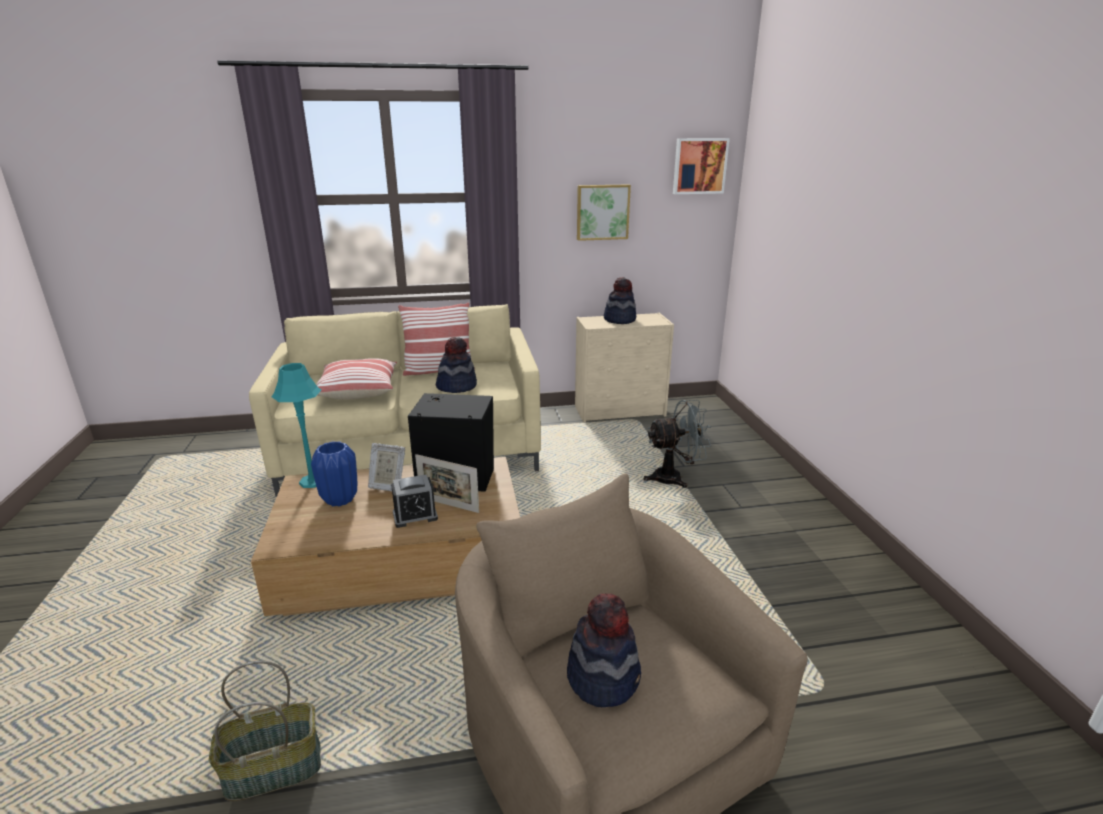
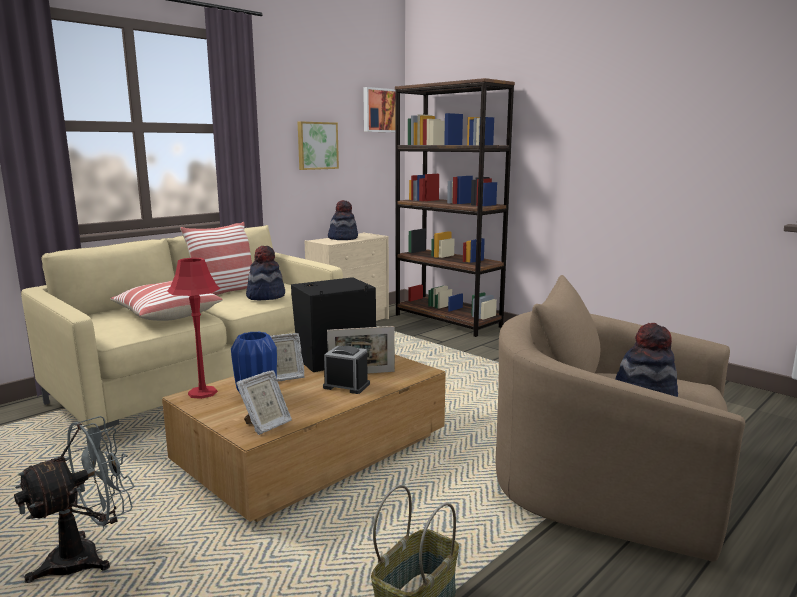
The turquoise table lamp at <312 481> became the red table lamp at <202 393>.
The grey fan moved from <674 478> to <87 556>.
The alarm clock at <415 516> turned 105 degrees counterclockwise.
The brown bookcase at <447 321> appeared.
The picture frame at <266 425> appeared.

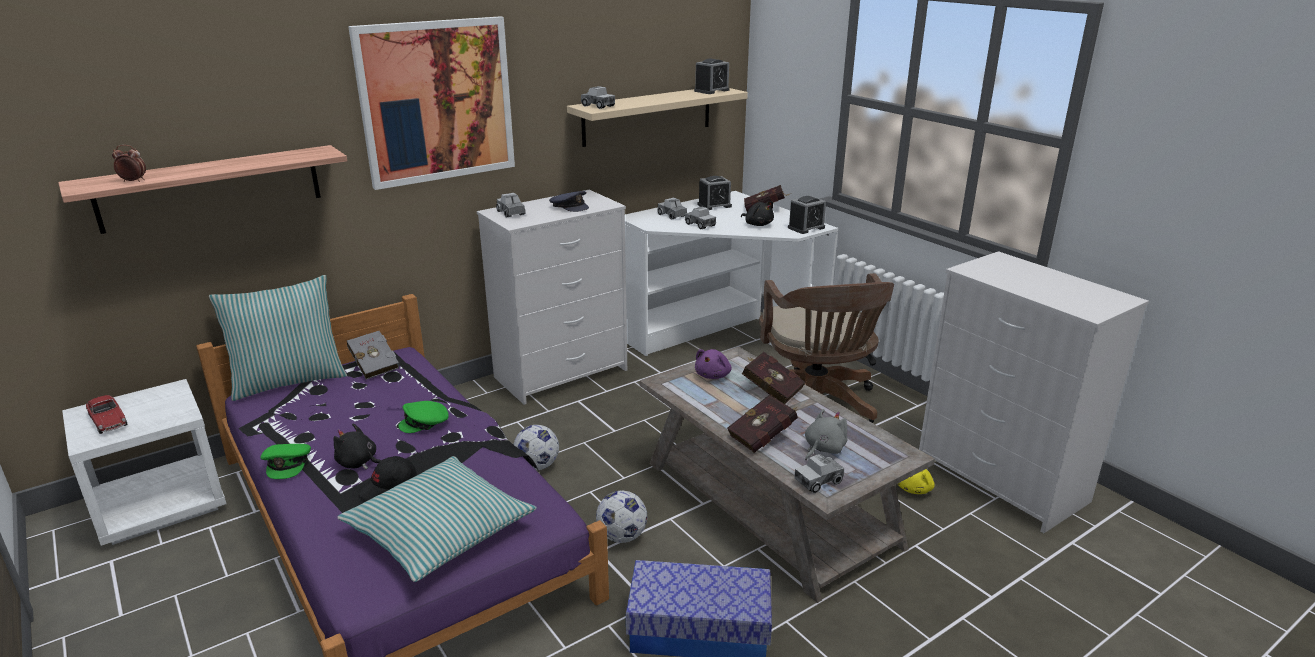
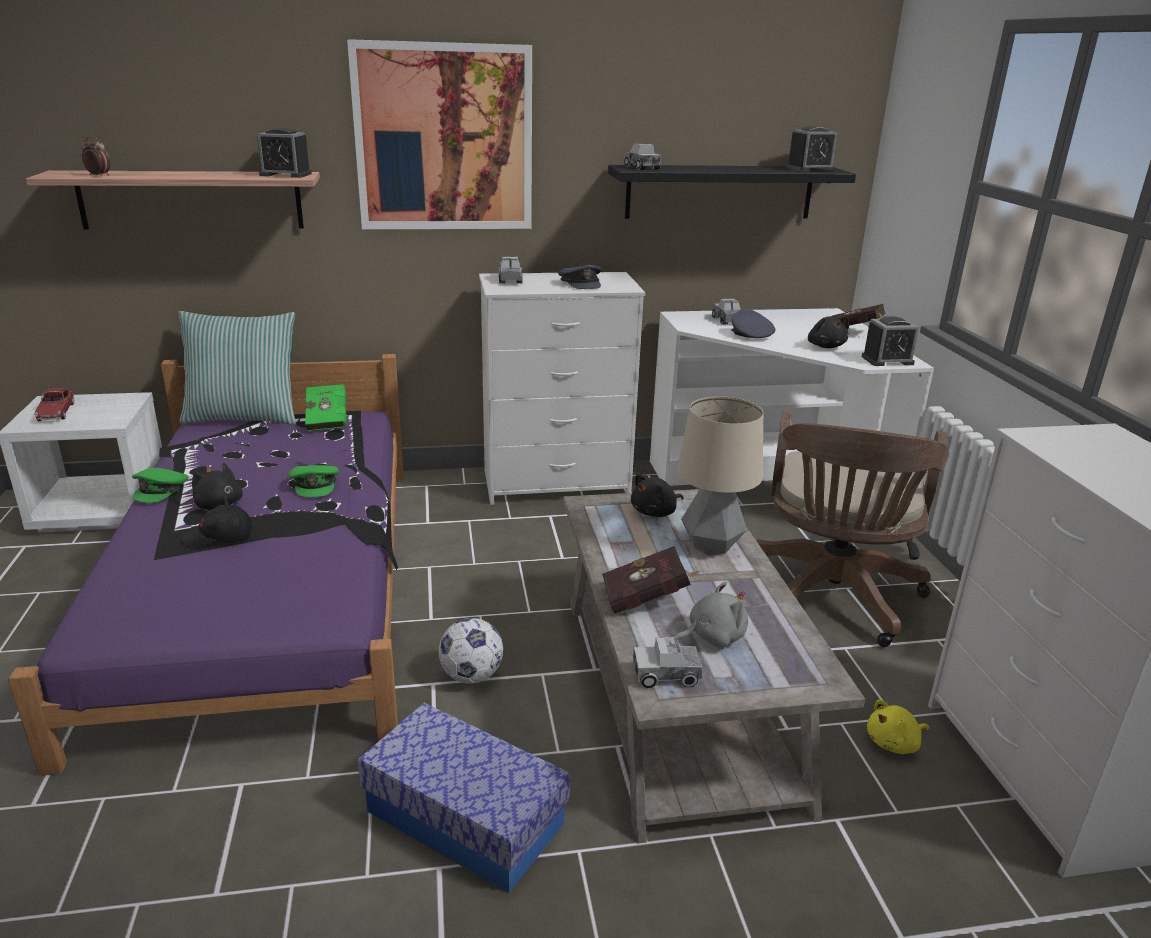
The beige shelf at <647 115> became the black shelf at <719 192>.
The alarm clock moved from <714 205> to <285 174>.
The toy truck at <700 225> was replaced by the grey cap at <750 335>.
The grey book at <374 366> became the green book at <328 420>.
The purple plush toy at <713 375> became the black plush toy at <655 512>.
The red book at <770 390> was replaced by the table lamp at <711 547>.
The green cap at <425 423> turned 105 degrees counterclockwise.
The football at <537 465> disappeared.
The pillow at <439 530> disappeared.

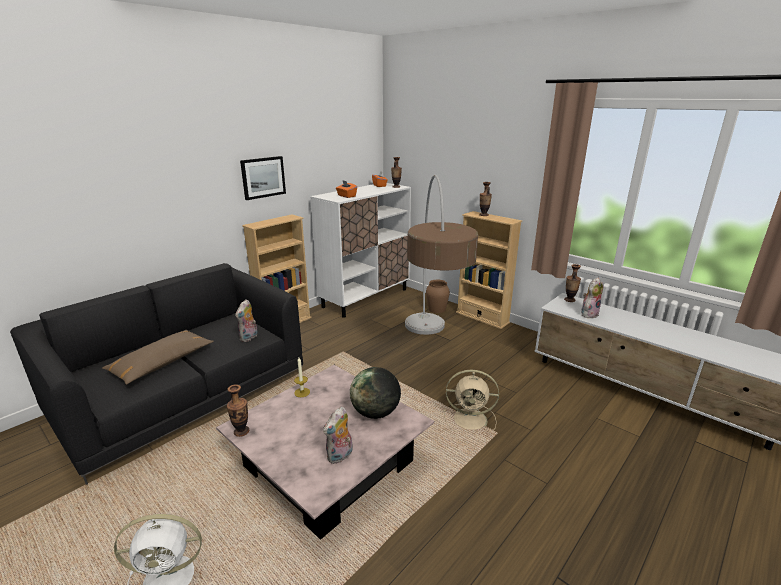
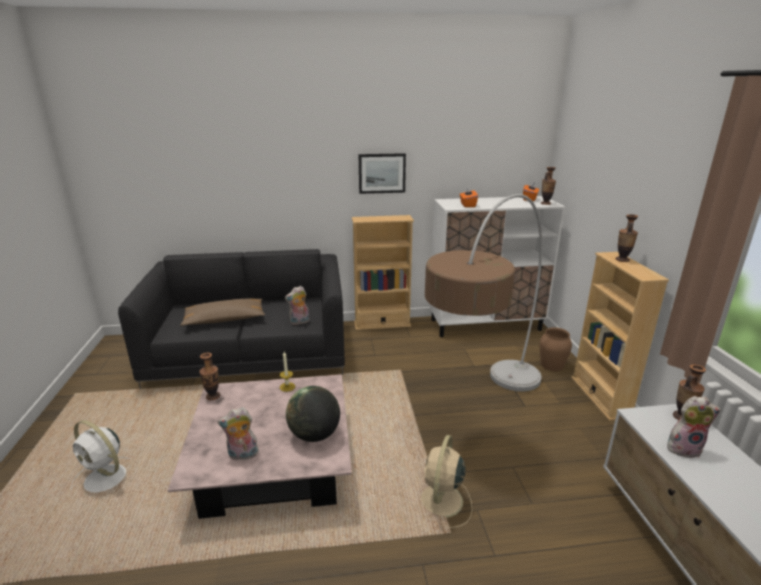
The beige fan at <471 419> turned 60 degrees clockwise.

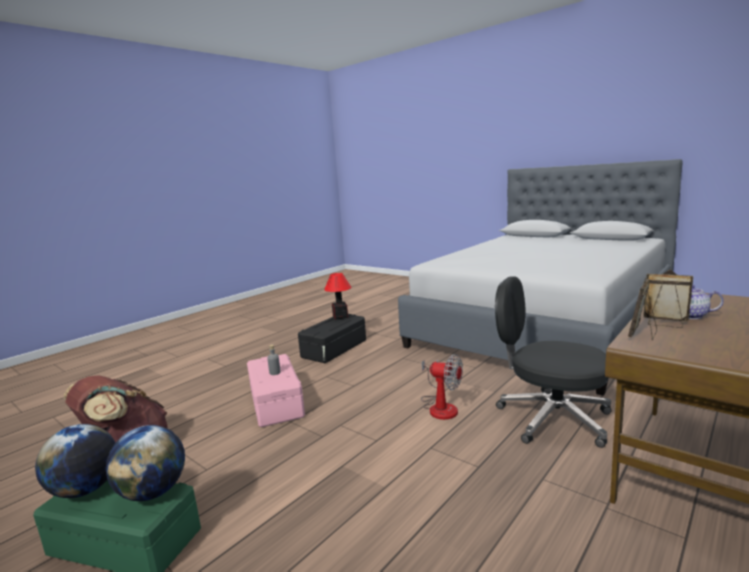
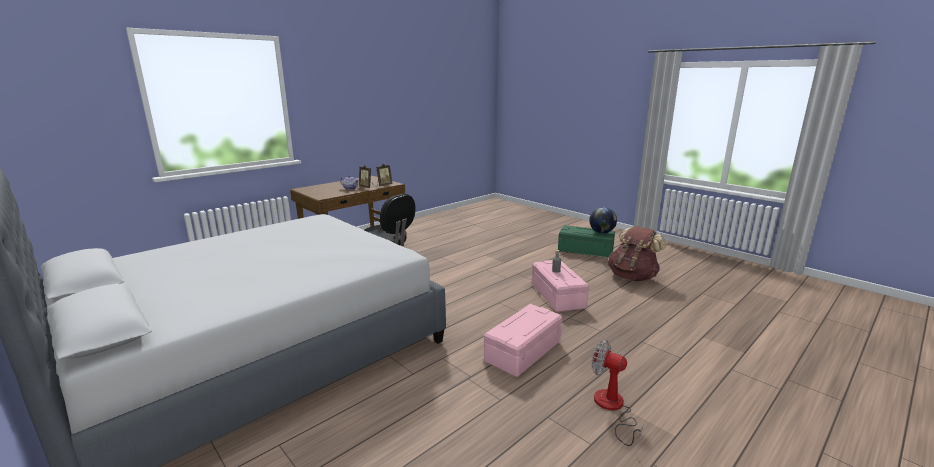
The table lamp at <340 316> disappeared.
The black storage box at <334 349> became the pink storage box at <522 351>.
The fan moved from <440 406> to <612 408>.
The globe at <153 492> disappeared.

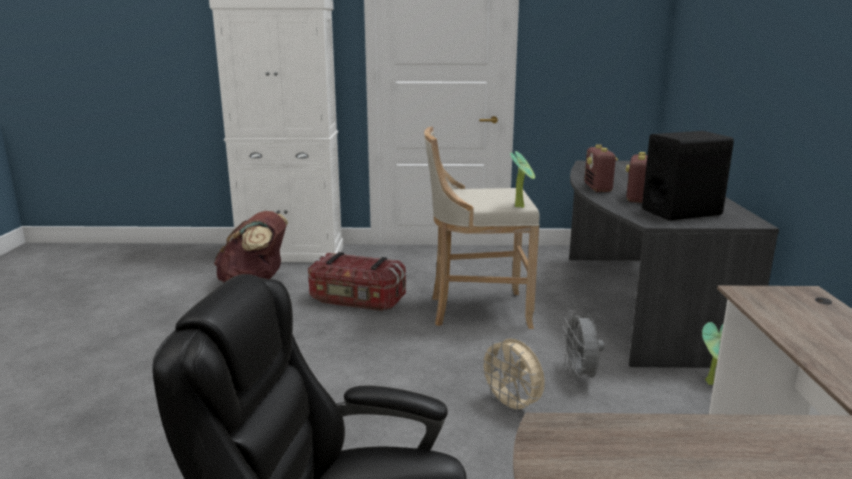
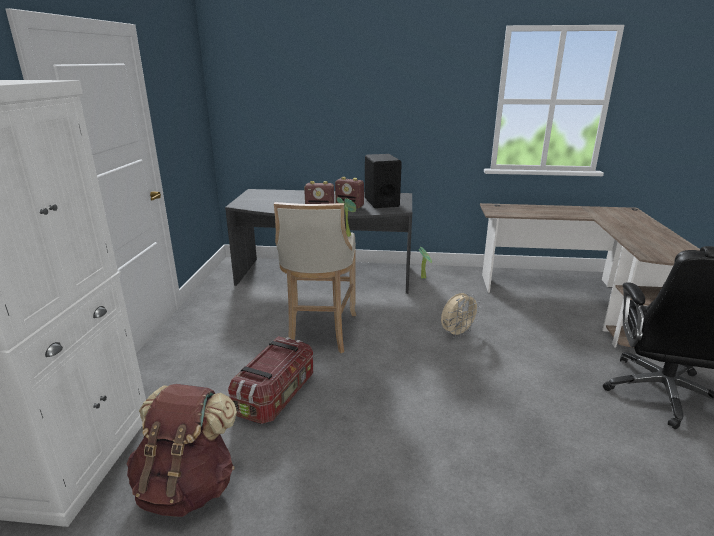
The grey fan at <579 377> disappeared.

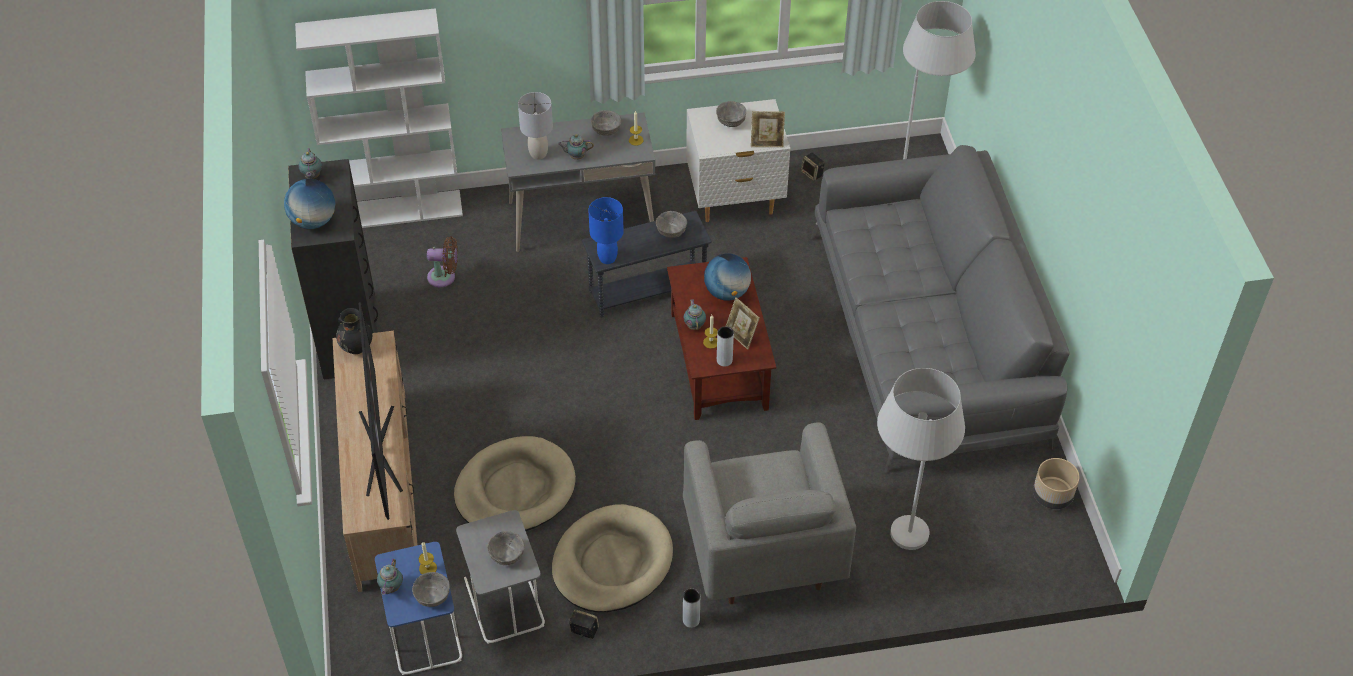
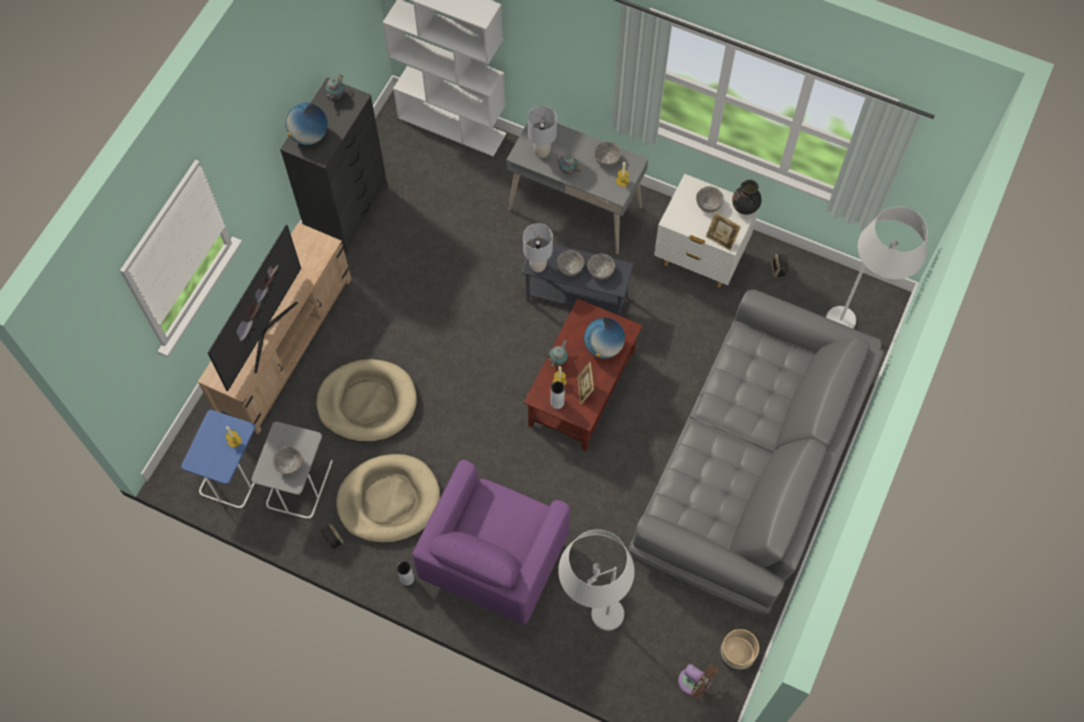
The blue table lamp at <607 258> became the grey table lamp at <537 266>.
The brown fan moved from <444 277> to <694 683>.
The black vase moved from <357 347> to <745 207>.
The grey armchair at <763 552> became the purple armchair at <494 560>.
The teapot at <391 588> disappeared.
The grey bowl moved from <432 597> to <569 268>.

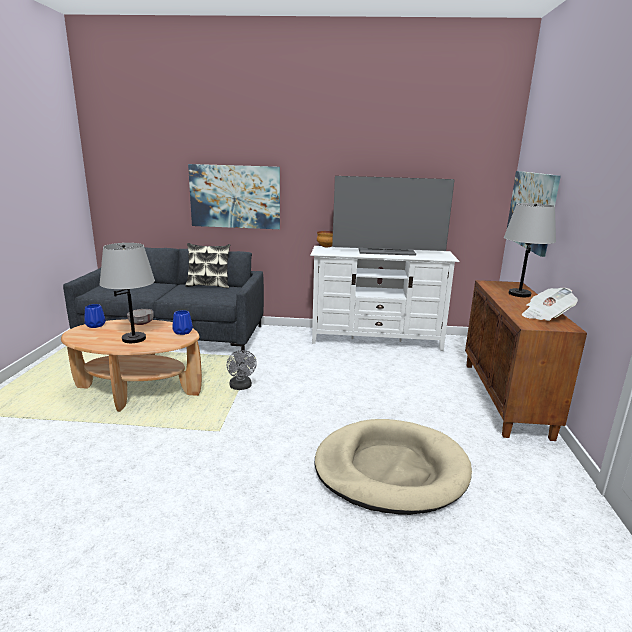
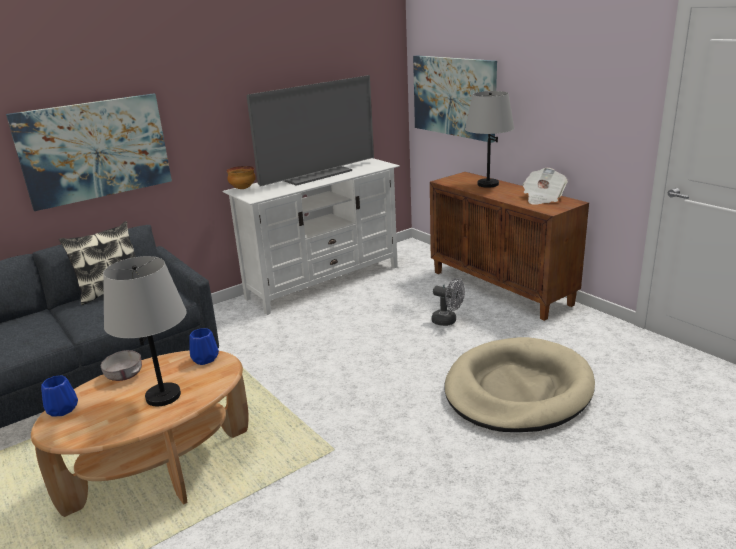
The grey fan moved from <241 387> to <448 321>.

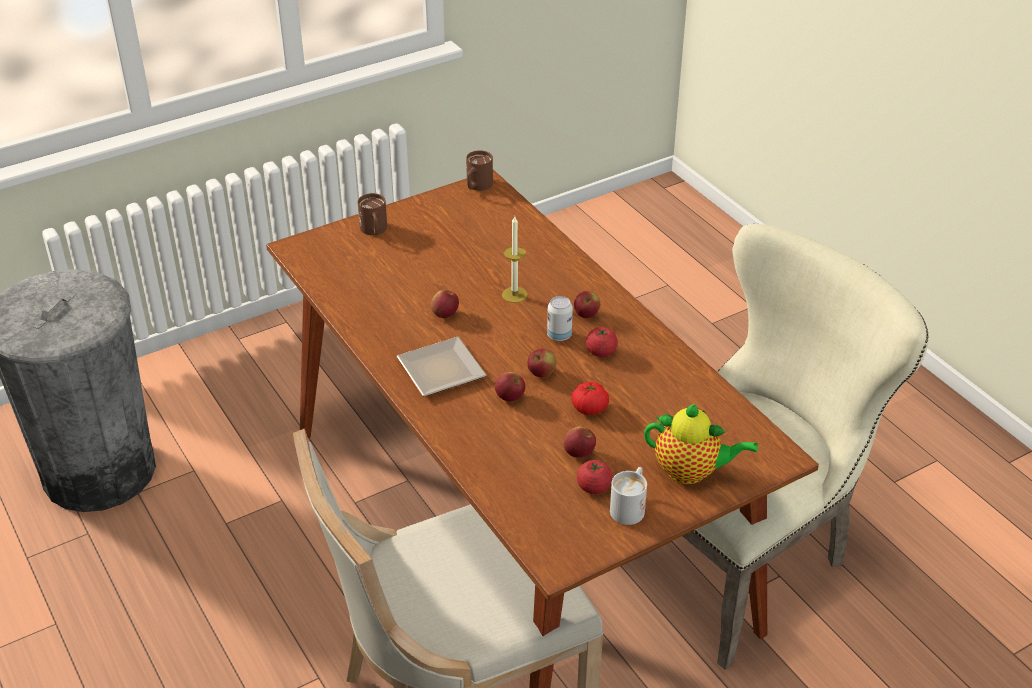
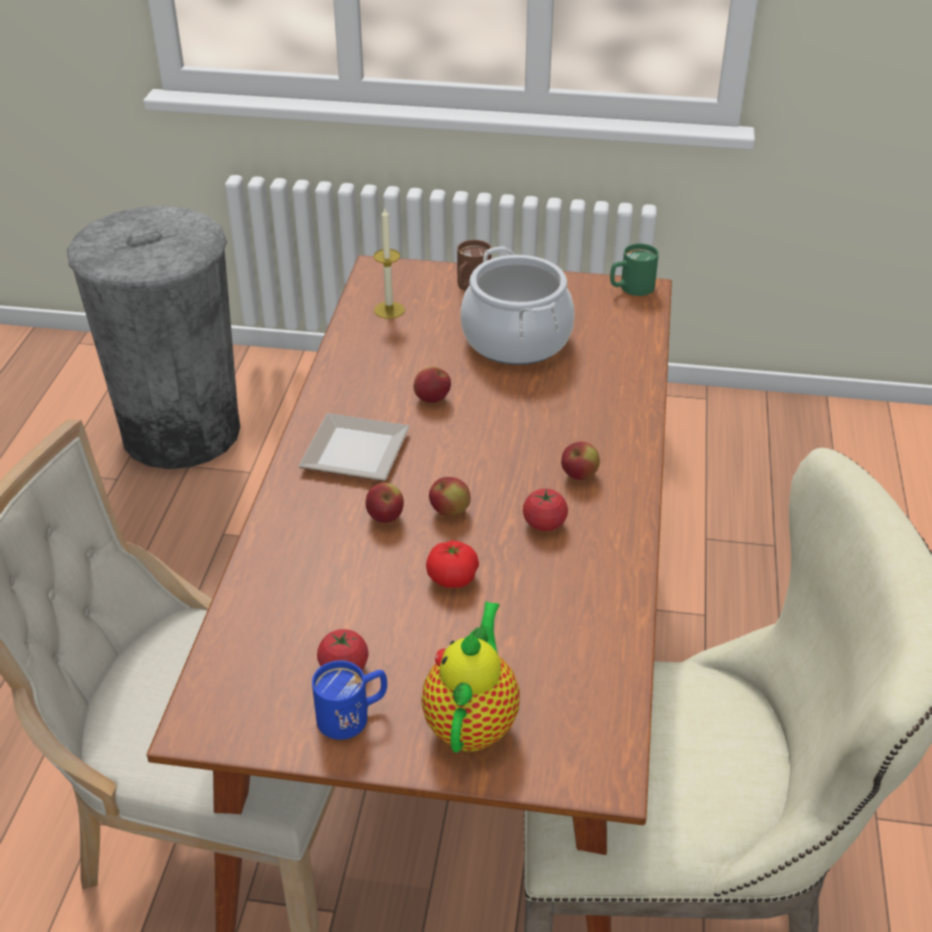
The brown mug at <477 186> became the green mug at <630 289>.
The candle moved from <514 295> to <389 310>.
The can at <559 335> disappeared.
The teapot at <691 472> turned 135 degrees counterclockwise.
The apple at <579 453> disappeared.
The white mug at <630 506> became the blue mug at <353 715>.
The cooking pot at <516 340> appeared.

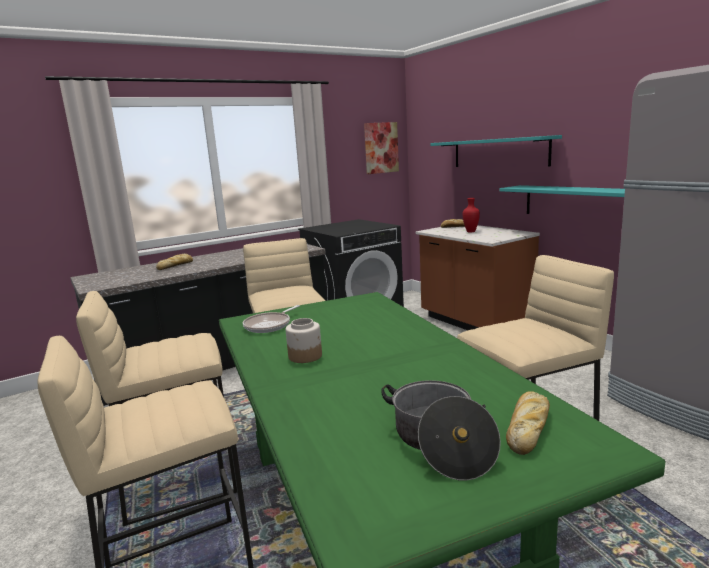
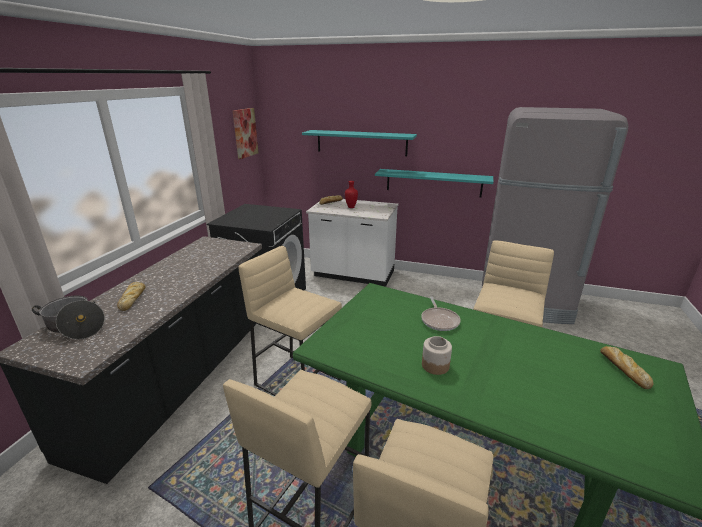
The brown counter at <474 323> became the white counter at <353 275>.
The frying pan moved from <269 325> to <439 320>.
The cooking pot moved from <440 444> to <75 326>.

